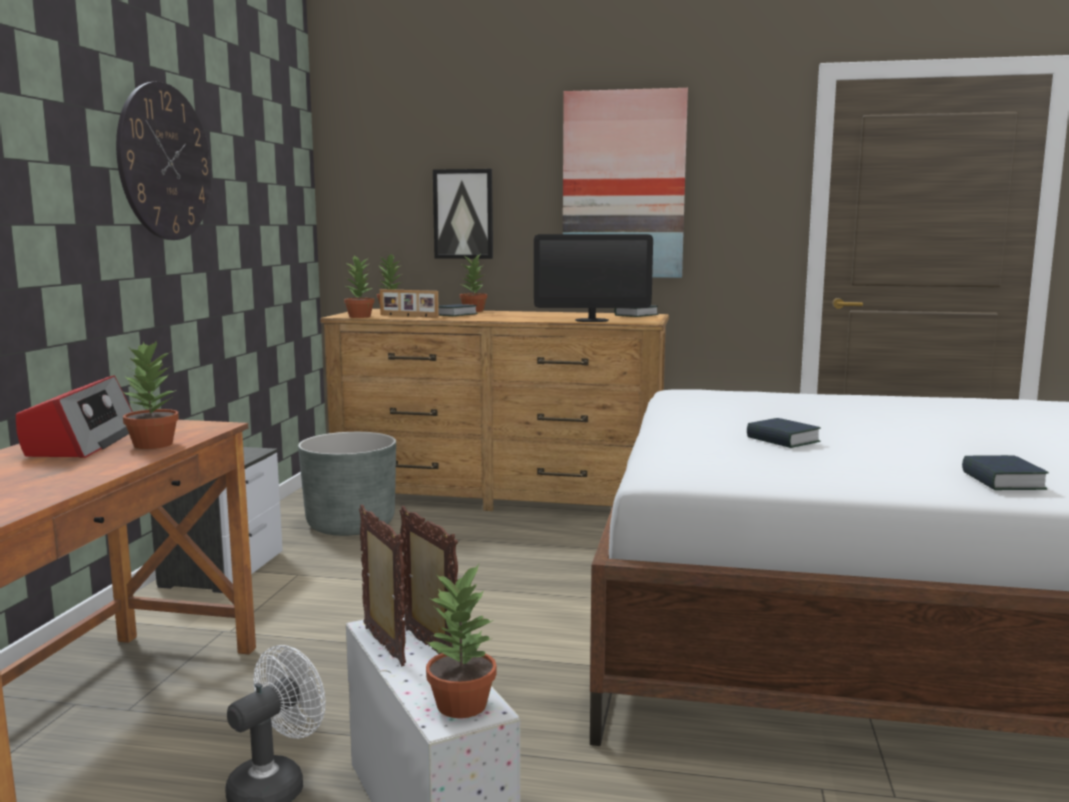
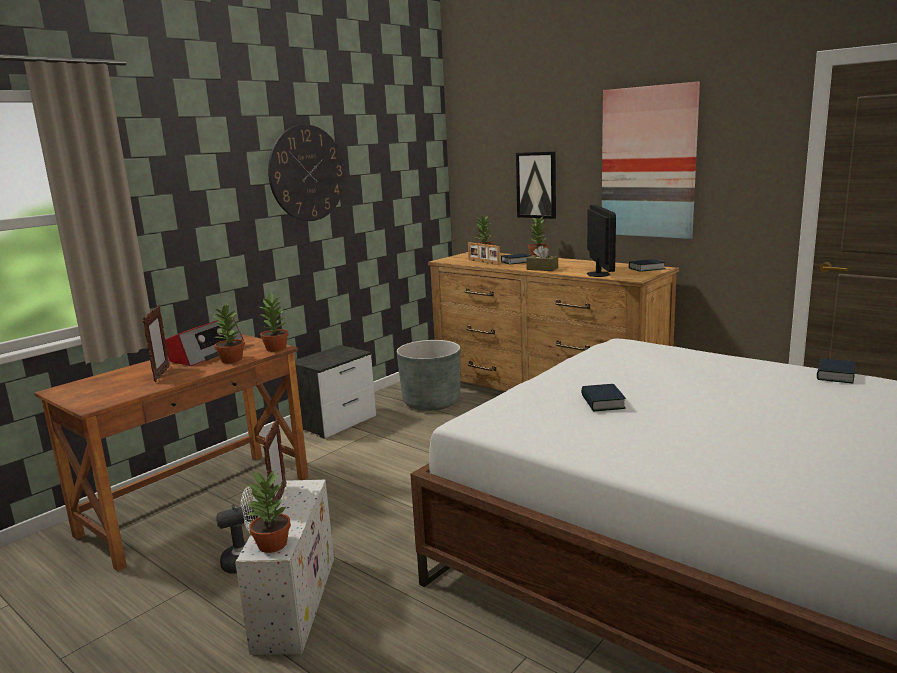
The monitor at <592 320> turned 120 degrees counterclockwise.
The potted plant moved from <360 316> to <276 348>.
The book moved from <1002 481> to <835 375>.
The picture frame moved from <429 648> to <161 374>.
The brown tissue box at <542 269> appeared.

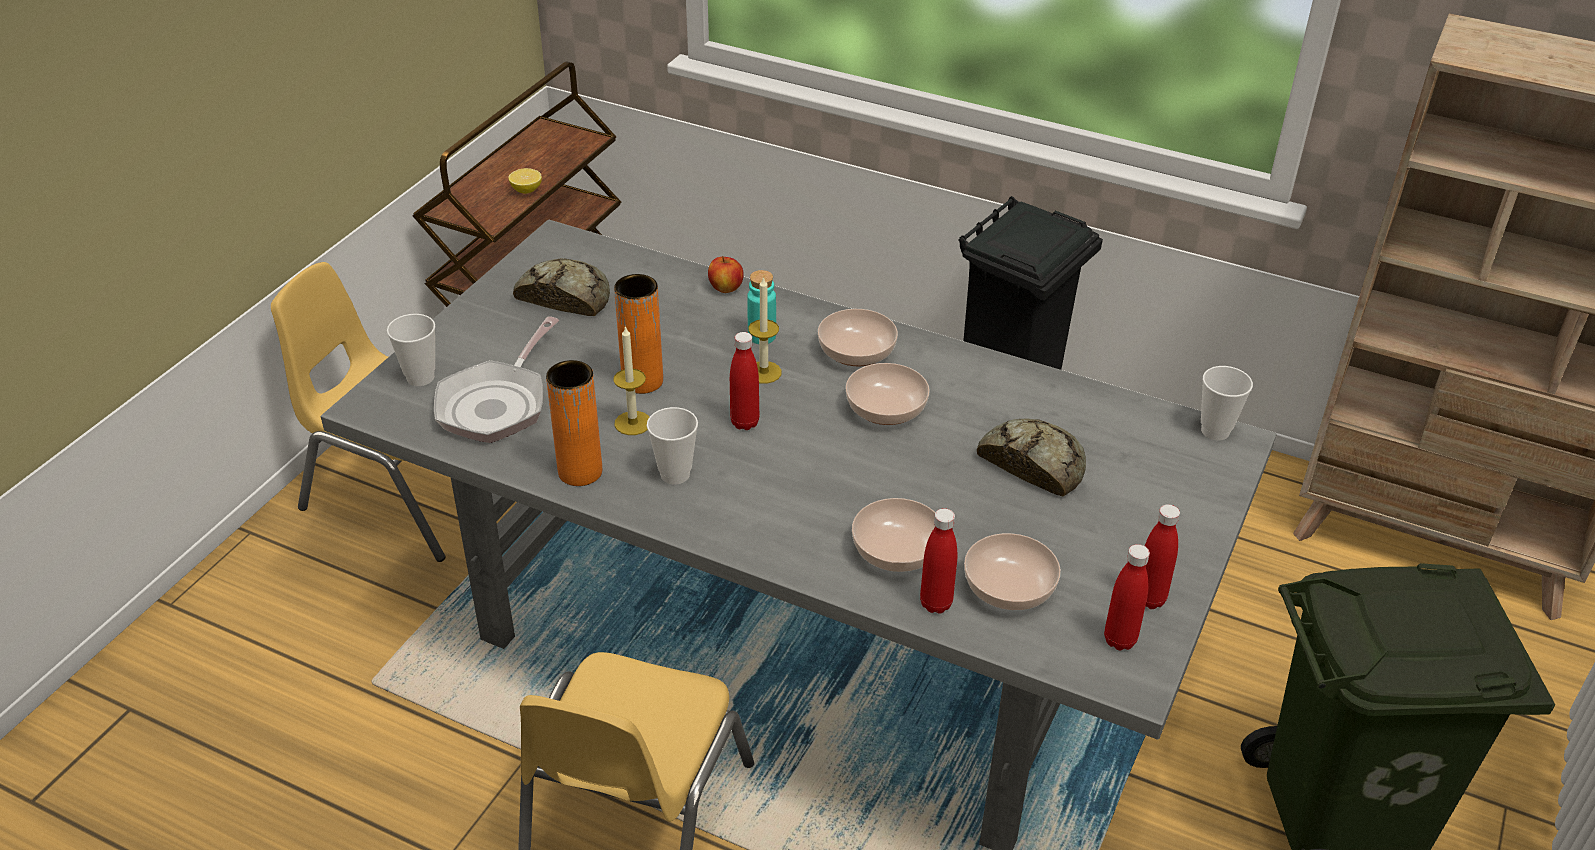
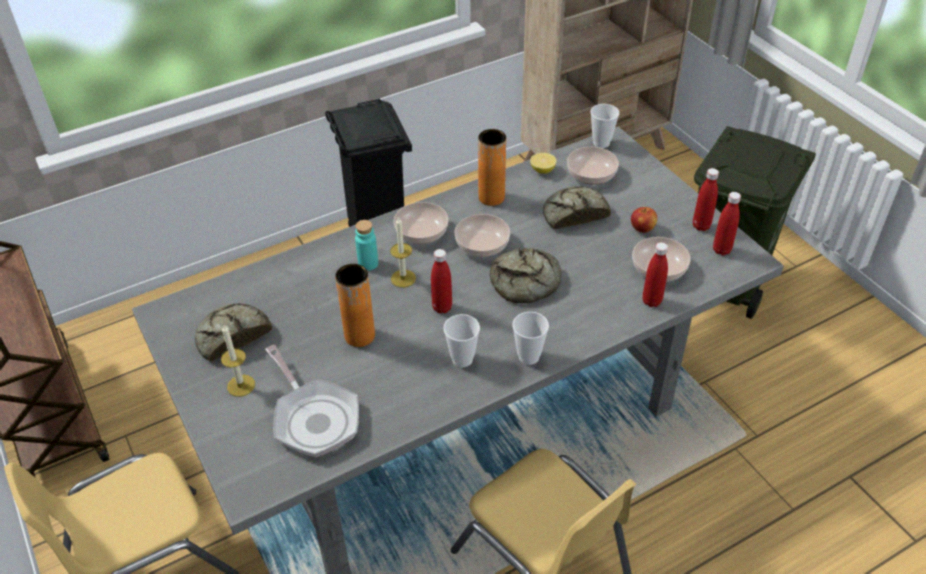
The lemon moved from <526 190> to <542 170>.
The apple moved from <726 288> to <642 228>.
The cup moved from <420 377> to <528 356>.
The candle moved from <633 423> to <241 385>.
The orange vase moved from <580 472> to <491 197>.
The bowl moved from <896 549> to <590 174>.
The bread at <526 283> appeared.

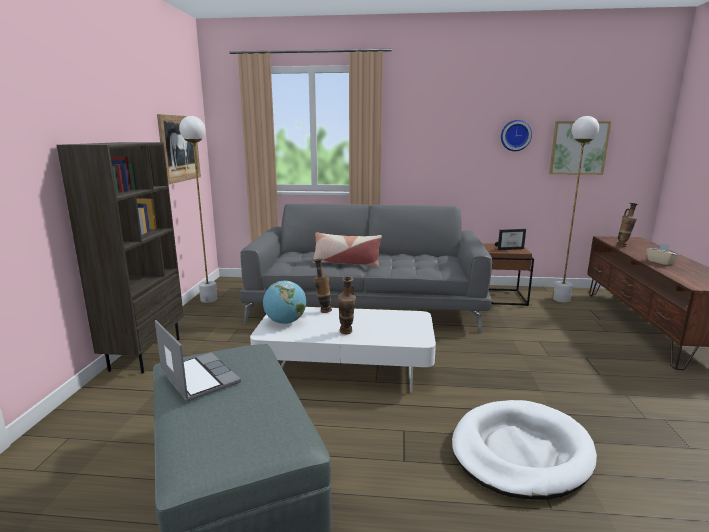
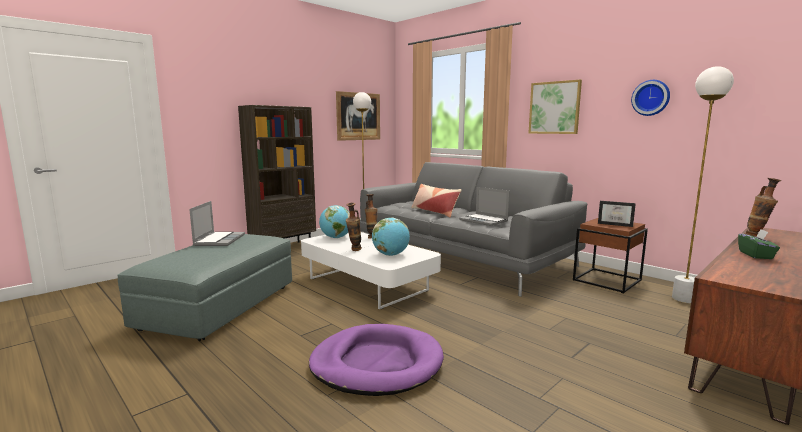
The picture moved from <578 148> to <554 108>.
The beige tissue box at <660 262> became the green tissue box at <756 255>.
The white dog bed at <520 452> became the purple dog bed at <376 364>.
The laptop at <484 221> appeared.
The globe at <391 255> appeared.

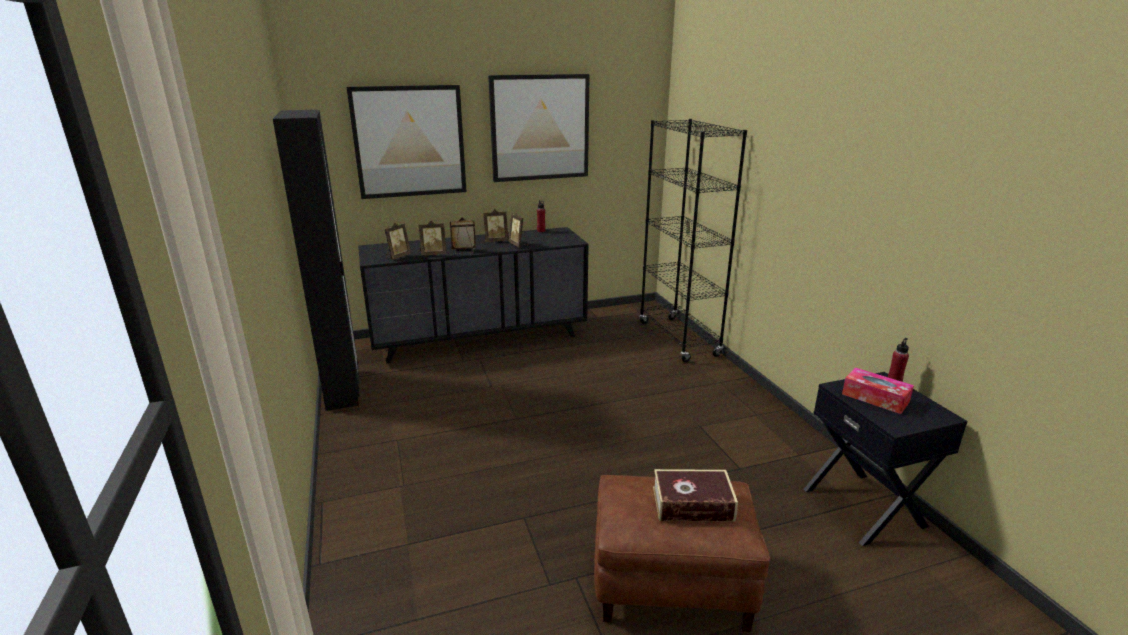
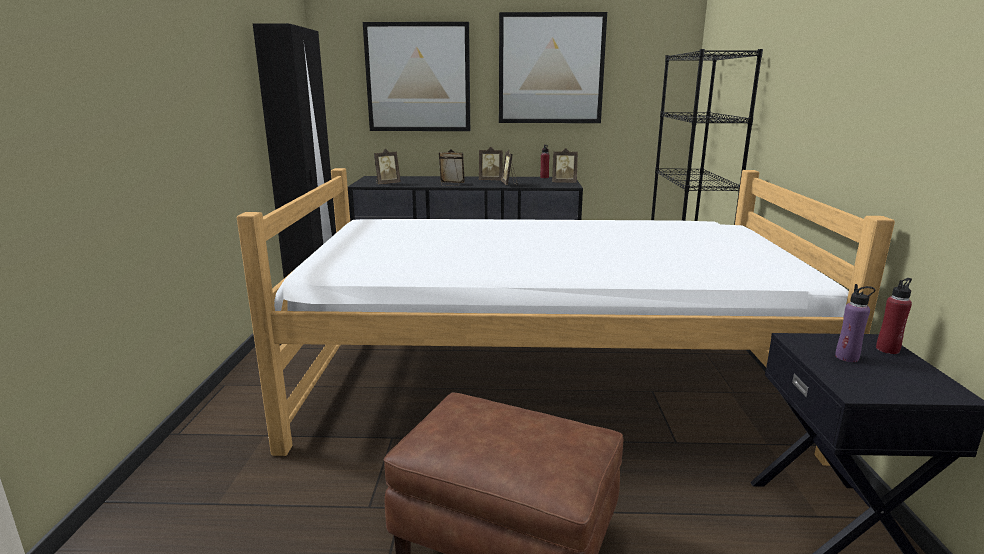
The picture frame moved from <434 254> to <564 183>.
The tissue box at <875 398> was replaced by the purple bottle at <847 357>.
The book at <692 504> disappeared.
The bed at <544 387> appeared.

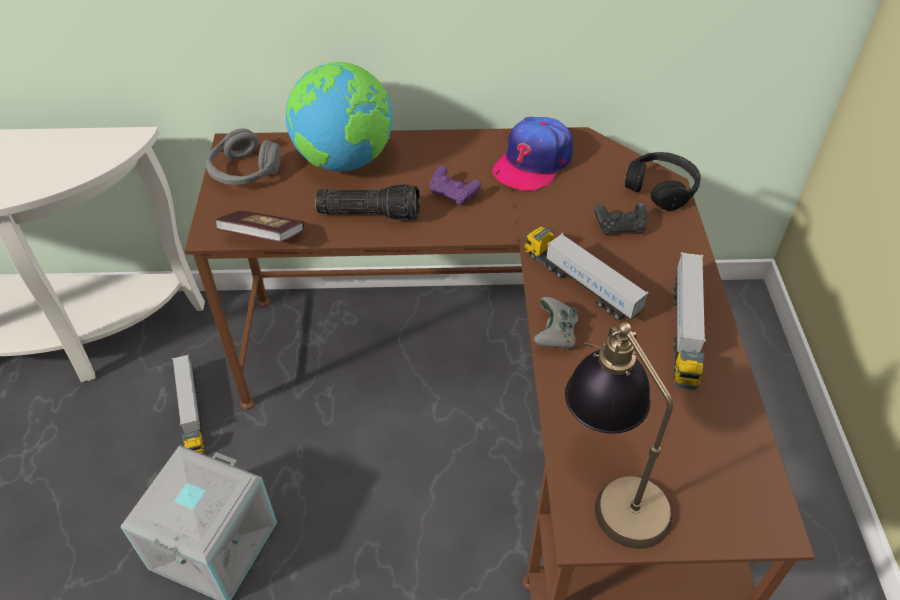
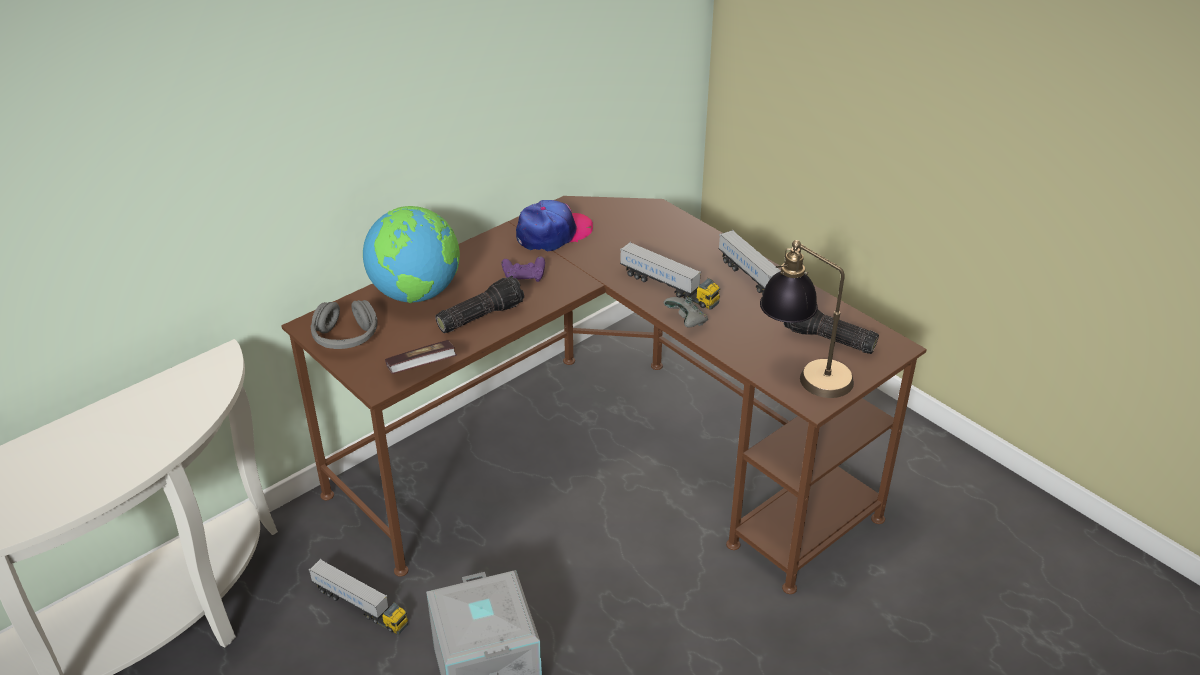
The cap at <532 162> turned 120 degrees counterclockwise.
The black headphones at <661 188> disappeared.
The black game controller at <620 227> disappeared.
The toy truck at <580 284> turned 150 degrees counterclockwise.
The flashlight at <828 340> appeared.

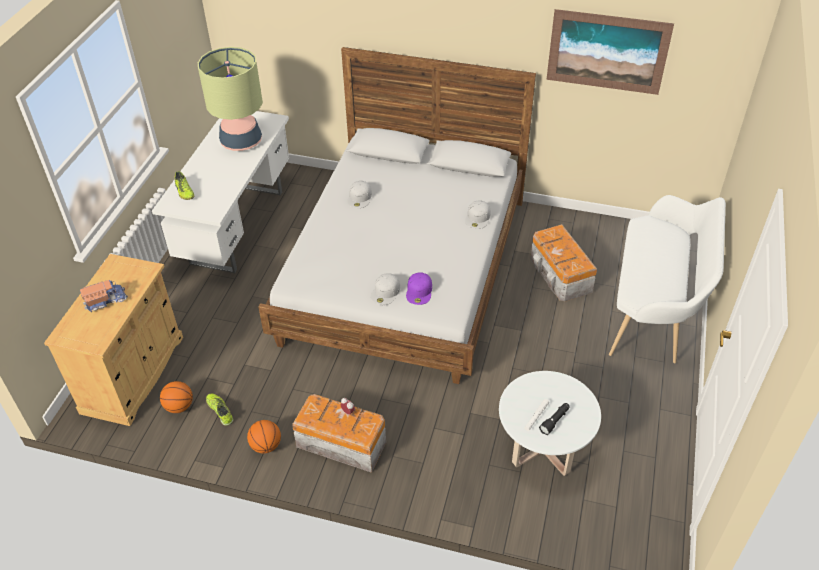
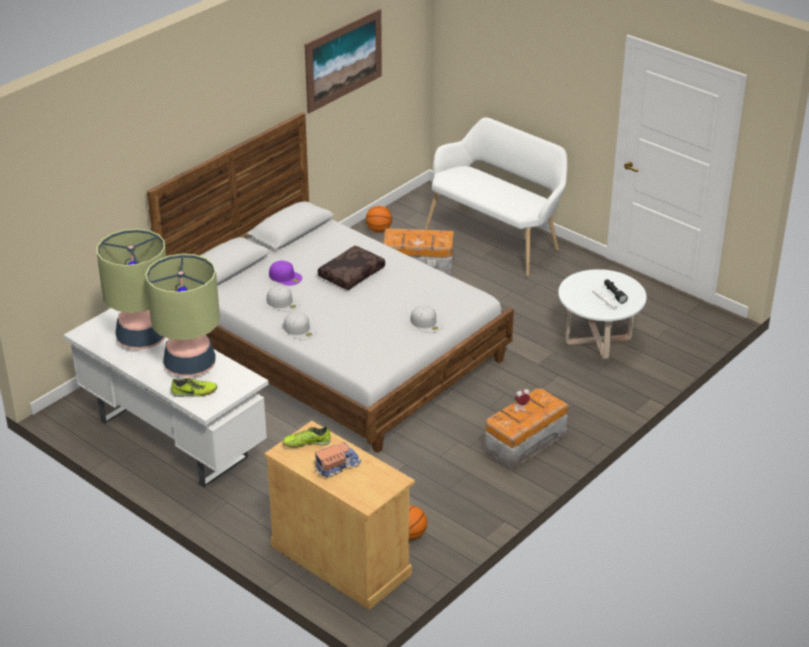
The white cap moved from <478 217> to <300 329>.
The purple cap moved from <419 291> to <285 276>.
The toy truck at <105 300> turned 60 degrees clockwise.
The shoe moved from <220 411> to <306 443>.
The basketball moved from <266 445> to <379 230>.
The brown pillow at <351 273> appeared.
The table lamp at <190 365> appeared.

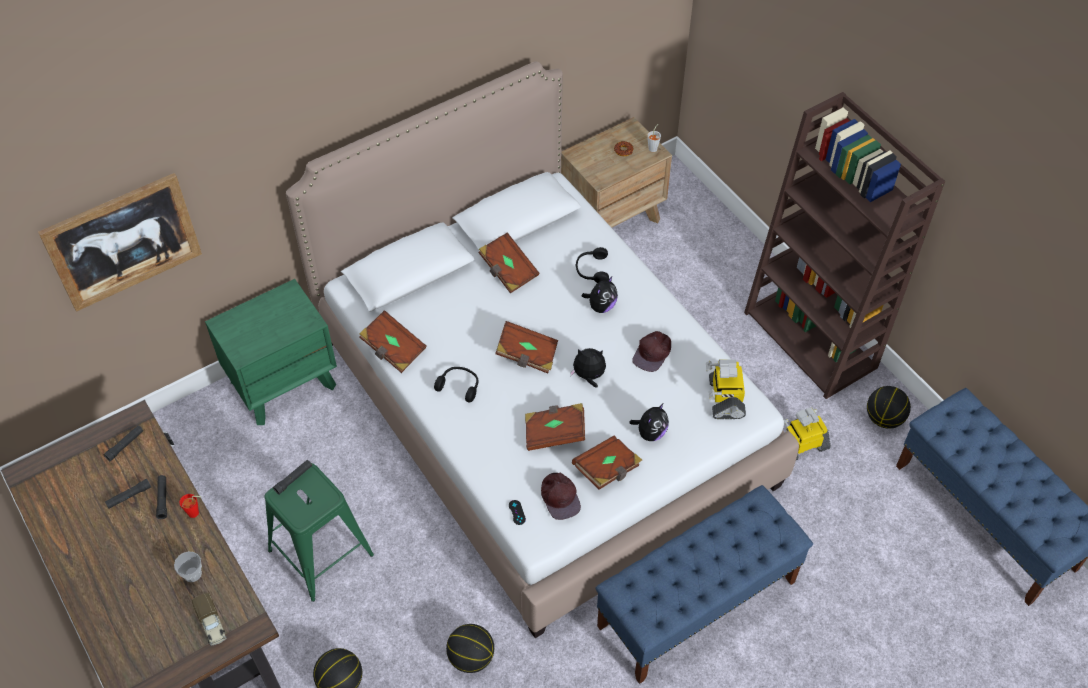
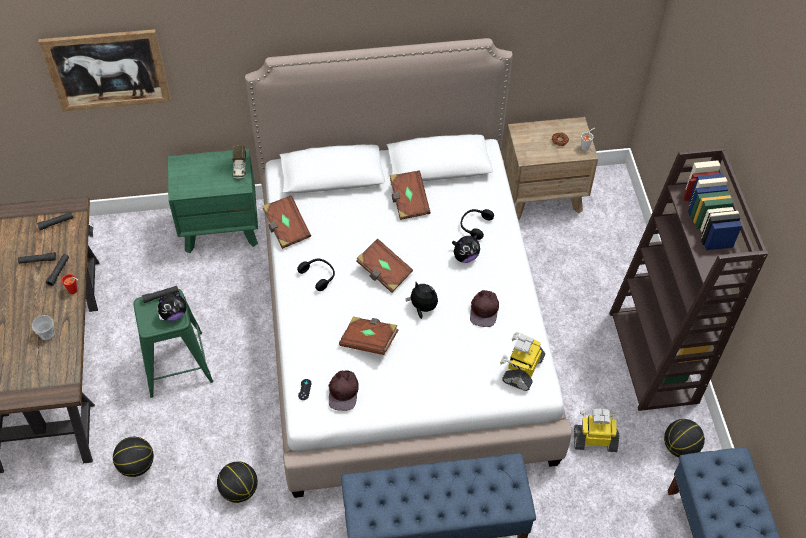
The brown cap at <653 353> turned 45 degrees counterclockwise.
The plush toy moved from <650 433> to <174 314>.
The brown book at <607 469> disappeared.
The toy truck moved from <212 624> to <239 167>.

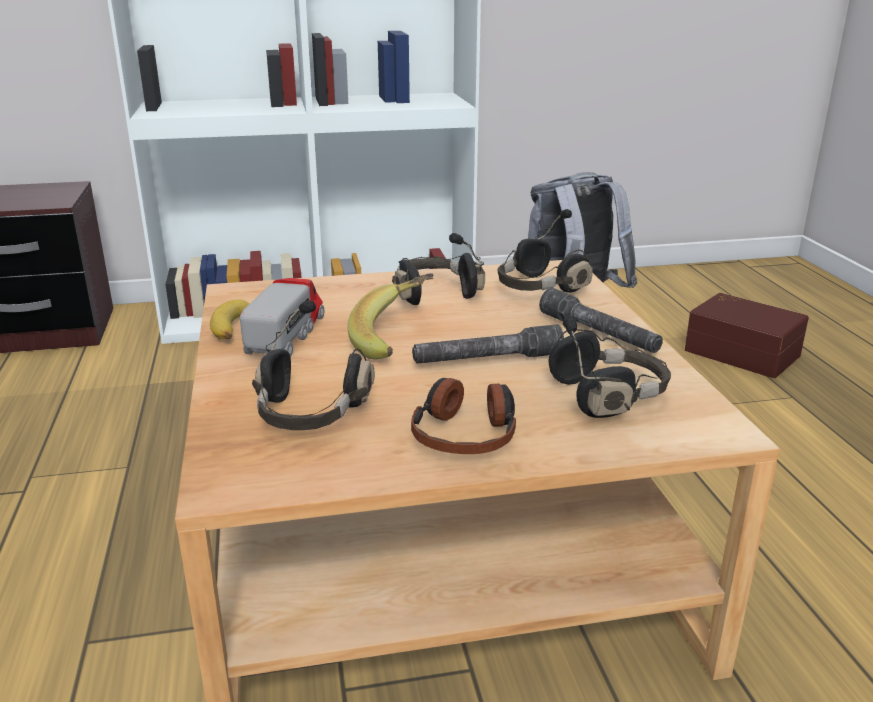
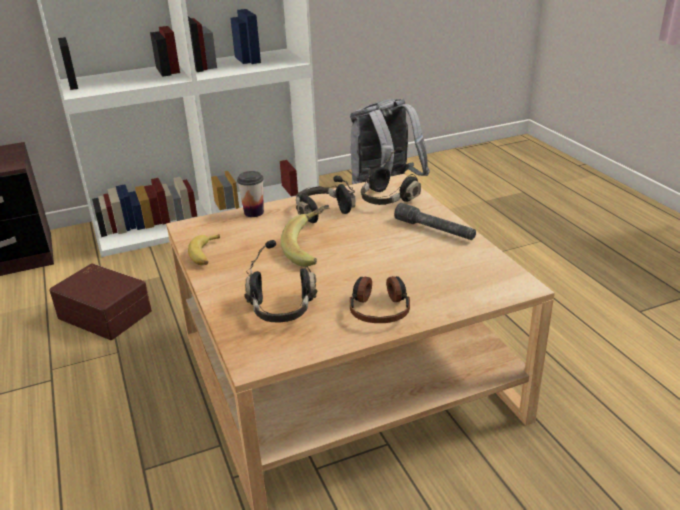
The toy truck at <287 334> disappeared.
The brown storage box moved from <742 352> to <106 313>.
The black headphones at <608 396> disappeared.
The grey flashlight at <487 360> disappeared.
The cup at <254 212> appeared.

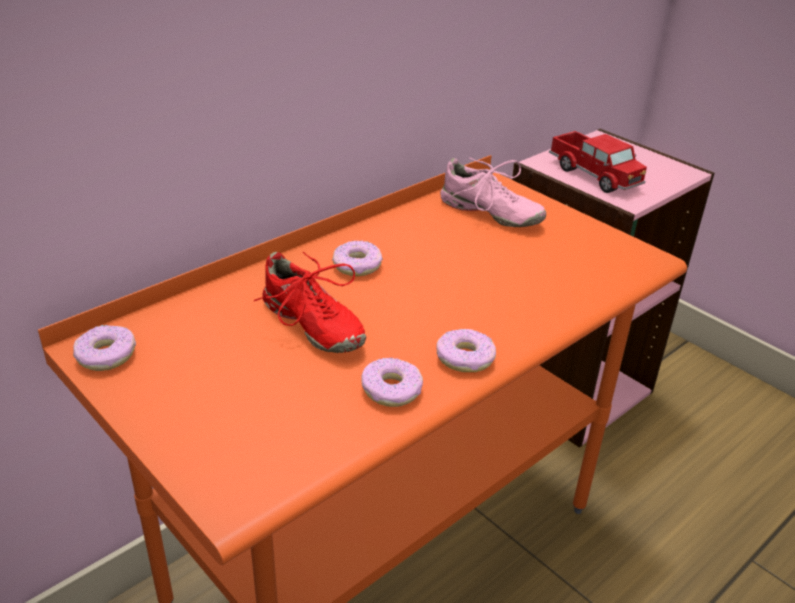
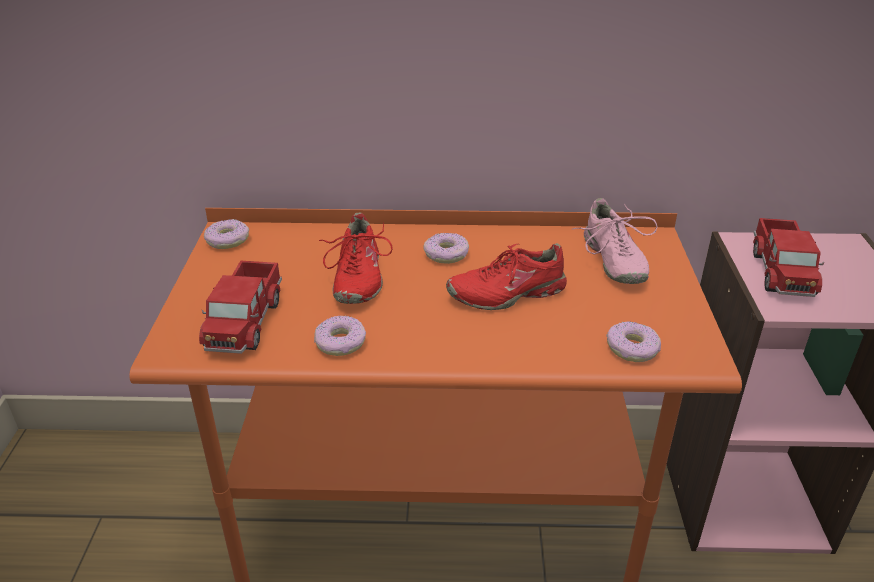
The donut moved from <465 358> to <632 348>.
The red shoe at <507 293> appeared.
The toy truck at <245 321> appeared.

